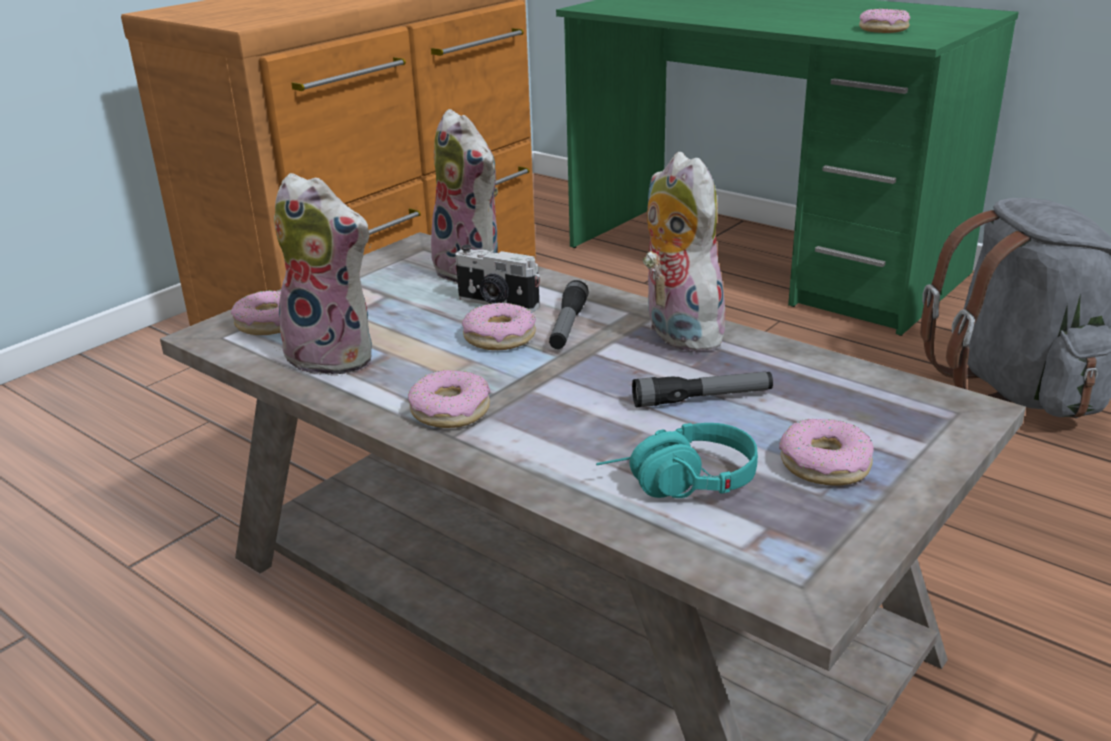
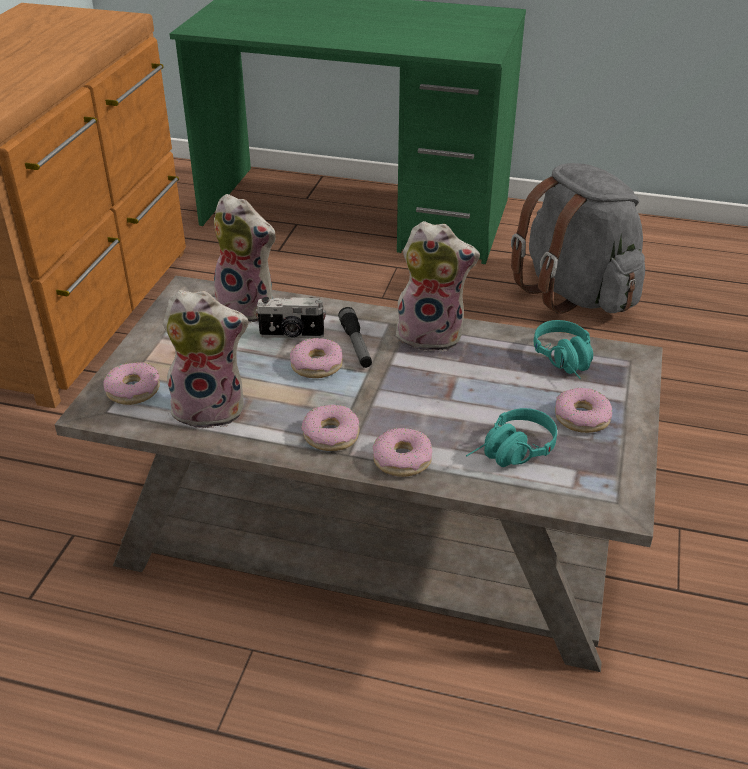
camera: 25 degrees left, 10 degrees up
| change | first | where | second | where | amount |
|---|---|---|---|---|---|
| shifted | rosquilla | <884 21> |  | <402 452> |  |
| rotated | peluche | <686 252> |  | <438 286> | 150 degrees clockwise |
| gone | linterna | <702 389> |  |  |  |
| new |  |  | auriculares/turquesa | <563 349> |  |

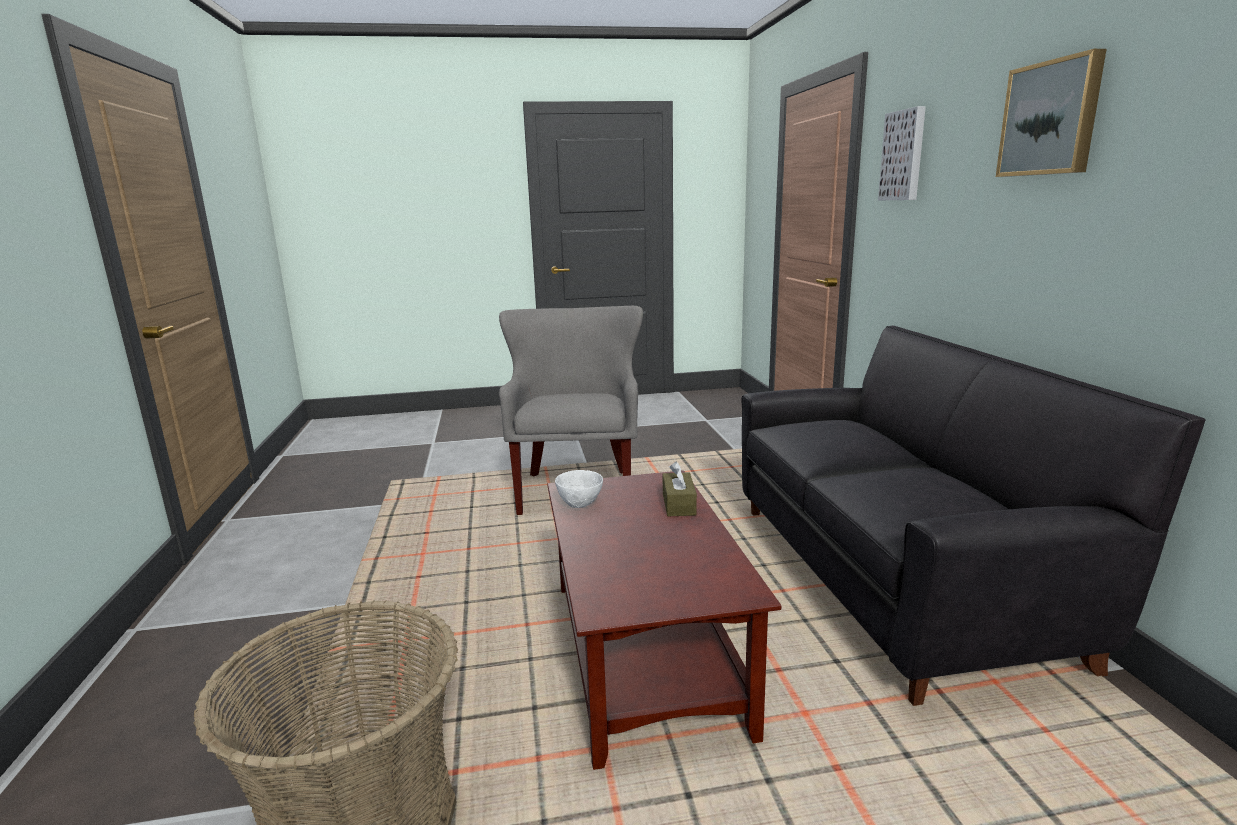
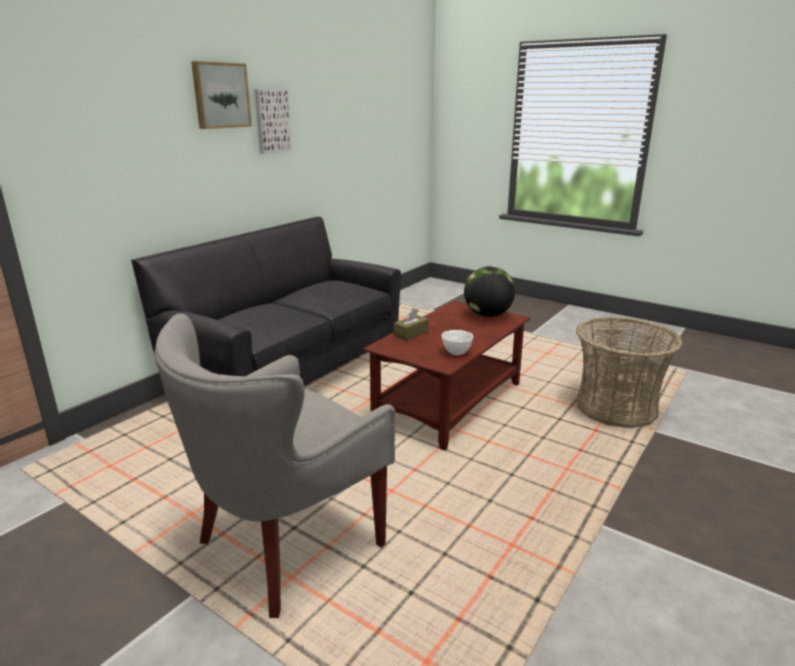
camera: 135 degrees left, 5 degrees up
| change | first | where | second | where | amount |
|---|---|---|---|---|---|
| shifted | cuadro | <902 153> |  | <273 121> |  |
| new |  |  | globo terráqueo | <489 291> |  |

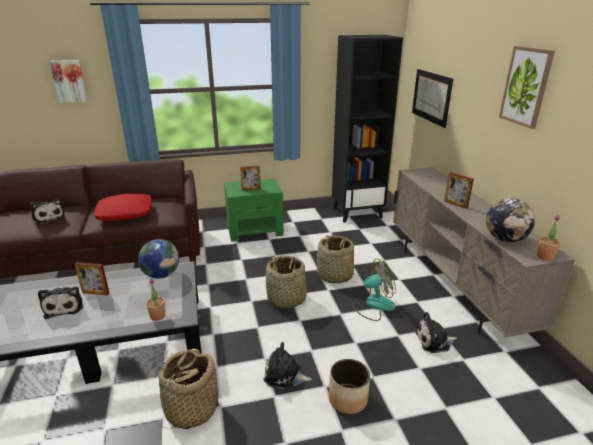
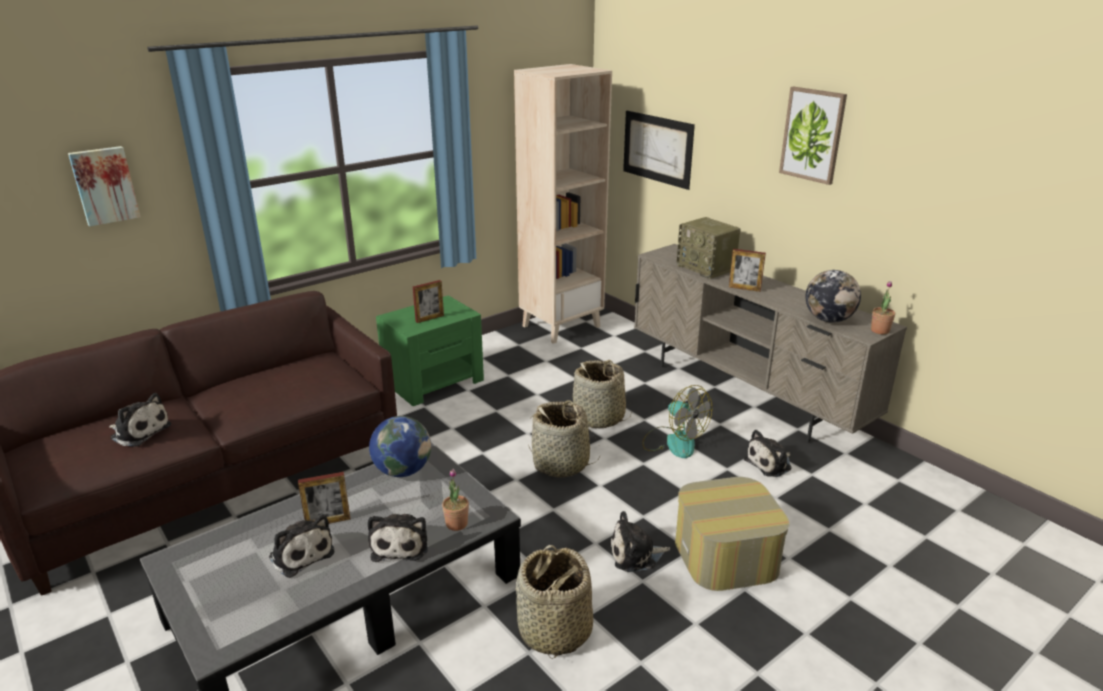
camera: 25 degrees left, 0 degrees up
| change | first | where | second | where | amount |
|---|---|---|---|---|---|
| repainted | estantería/negro | <367 129> | estantería/beis | <563 204> |  |
| gone | cojín/rojo | <123 207> |  |  |  |
| rotated | ventilador | <374 289> |  | <677 421> | 90 degrees clockwise |
| swapped | maceta | <349 386> | puf | <732 534> |  |
| new |  |  | radio | <709 248> |  |
| new |  |  | peluche | <397 538> |  |

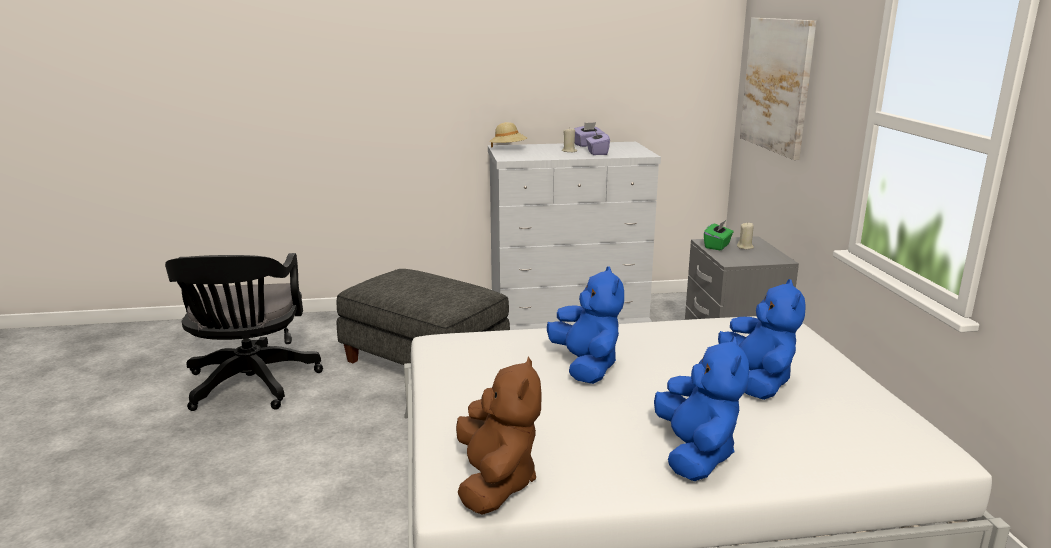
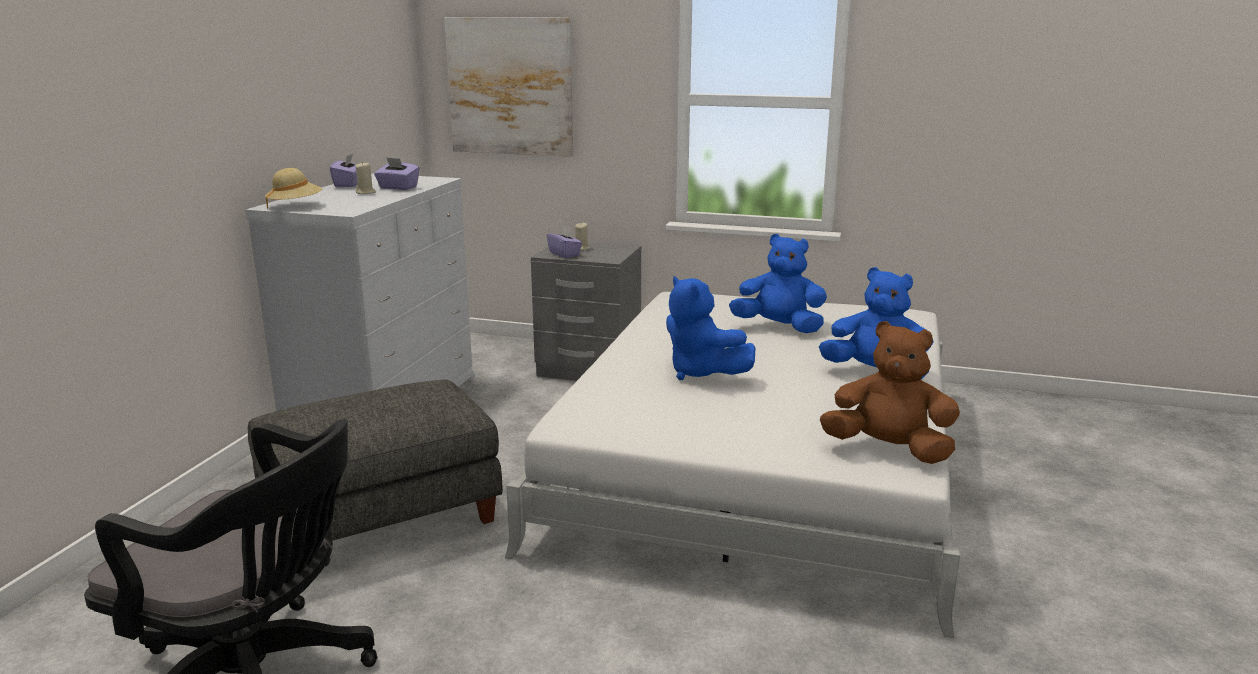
camera: 65 degrees left, 0 degrees up
| change | first | where | second | where | amount |
|---|---|---|---|---|---|
| repainted | caja de pañuelos/verde | <719 235> | caja de pañuelos/morado | <564 242> |  |
| rotated | peluche/azul | <585 325> |  | <710 328> | 135 degrees counterclockwise |

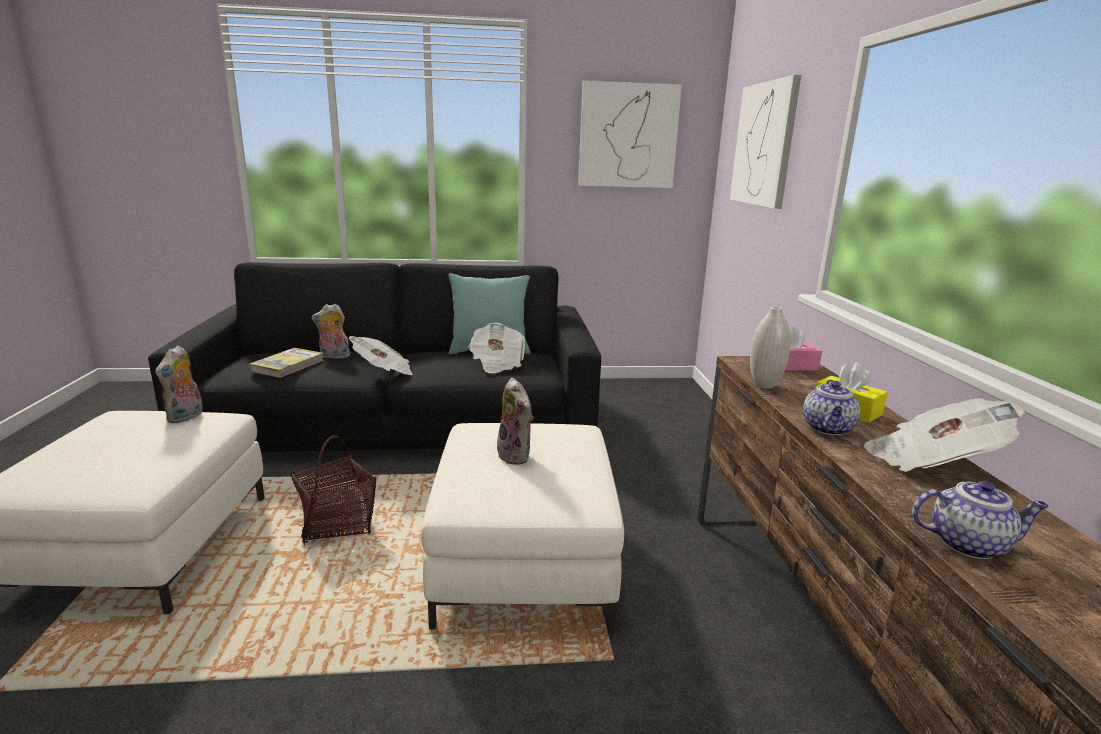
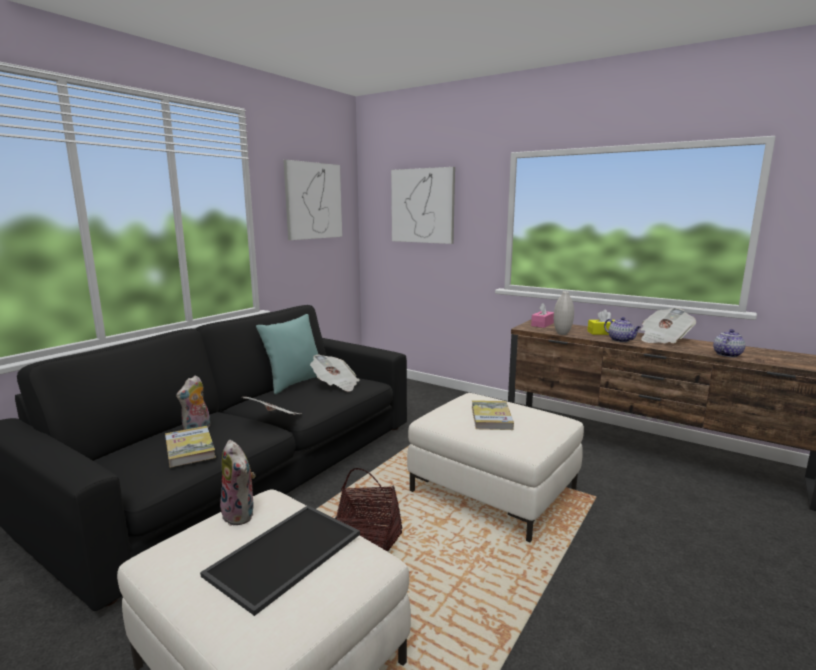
camera: 50 degrees left, 5 degrees down
| change | first | where | second | where | amount |
|---|---|---|---|---|---|
| swapped | peluche | <515 421> | libro | <493 415> |  |
| new |  |  | bandeja | <280 560> |  |

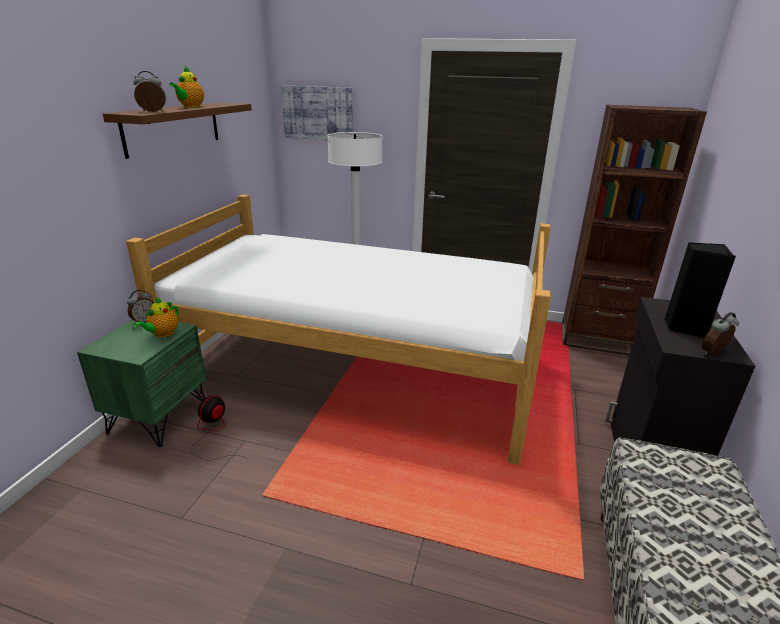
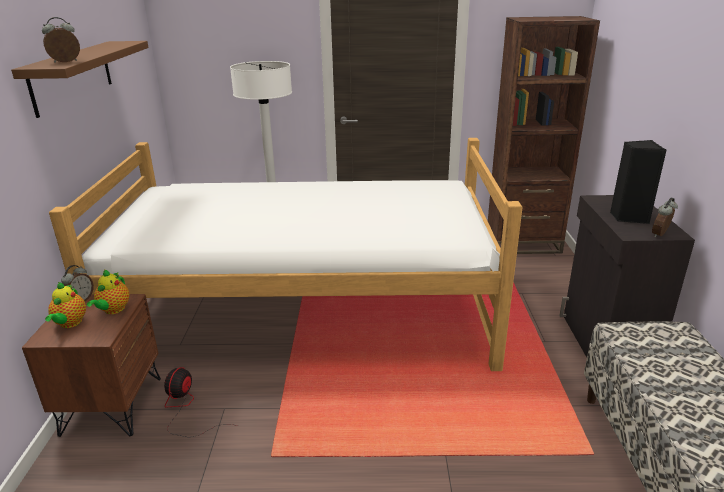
camera: 15 degrees left, 0 degrees up
| change | first | where | second | where | amount |
|---|---|---|---|---|---|
| shifted | tetera | <186 87> |  | <65 305> |  |
| gone | cuadro | <317 112> |  |  |  |
| repainted | mesita de noche/verde | <141 383> | mesita de noche/marrón | <91 365> |  |

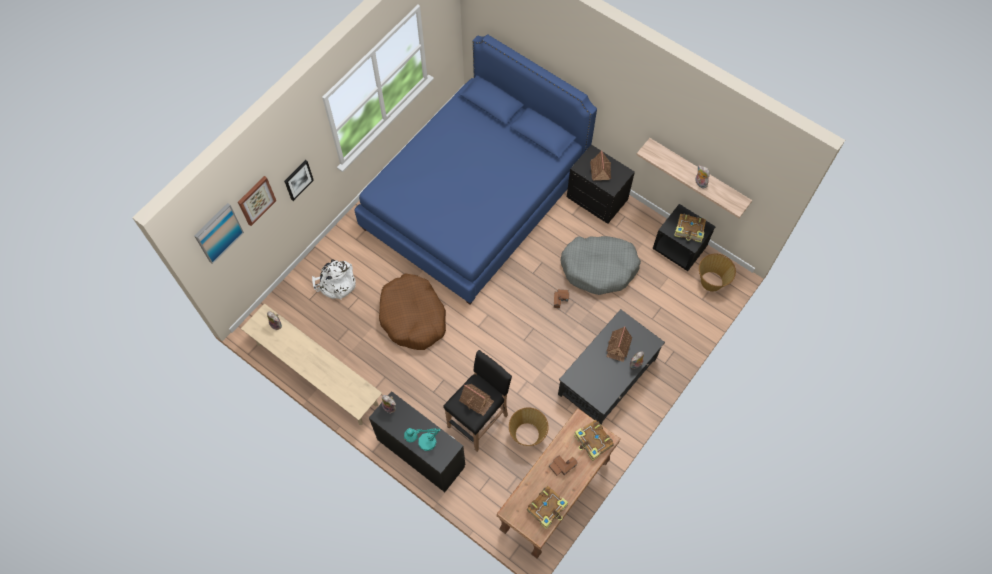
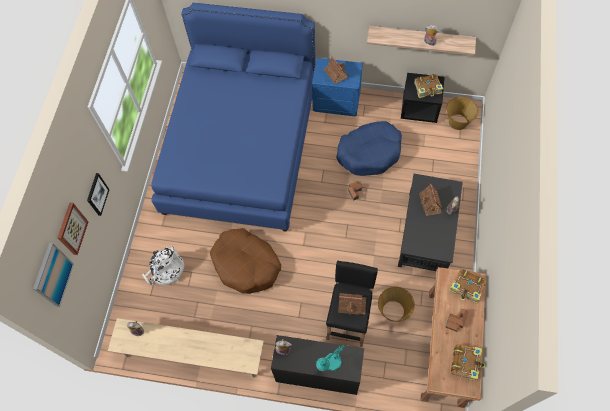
camera: 25 degrees left, 0 degrees up
| change | first | where | second | where | amount |
|---|---|---|---|---|---|
| repainted | mesita de noche/negro | <601 184> | mesita de noche/azul | <337 87> |  |
| repainted | cama para perro/gris | <600 265> | cama para perro/azul | <369 148> |  |

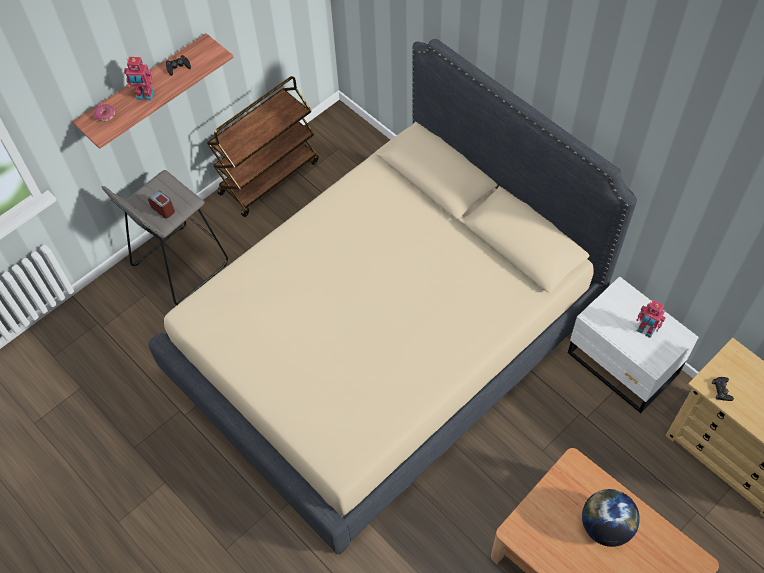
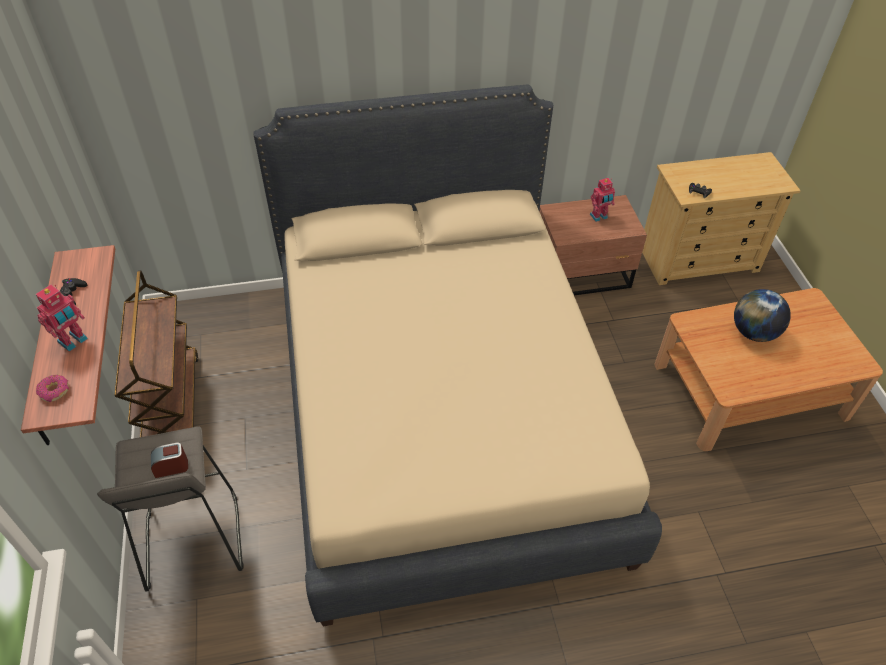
camera: 60 degrees left, 10 degrees down
| change | first | where | second | where | amount |
|---|---|---|---|---|---|
| repainted | mesita de noche/blanco | <633 344> | mesita de noche/marrón | <593 245> |  |

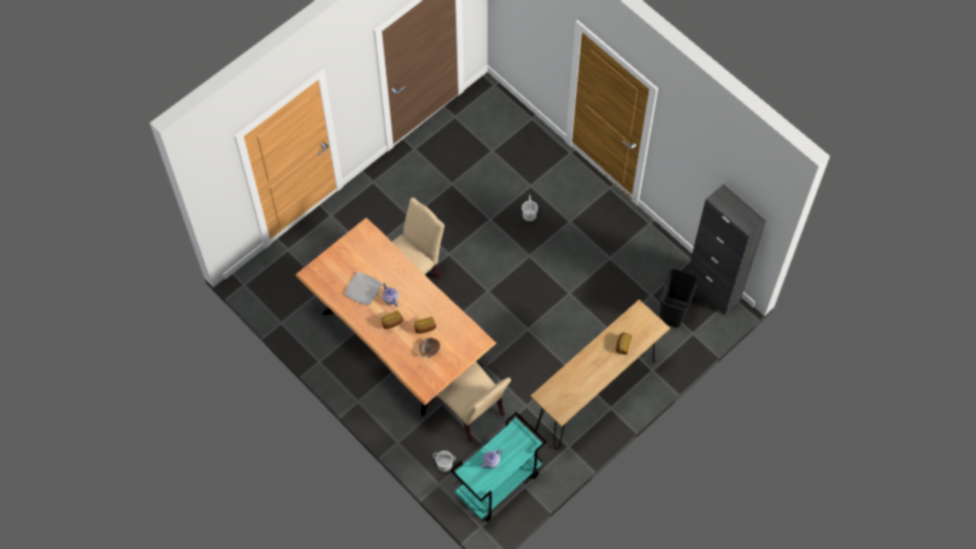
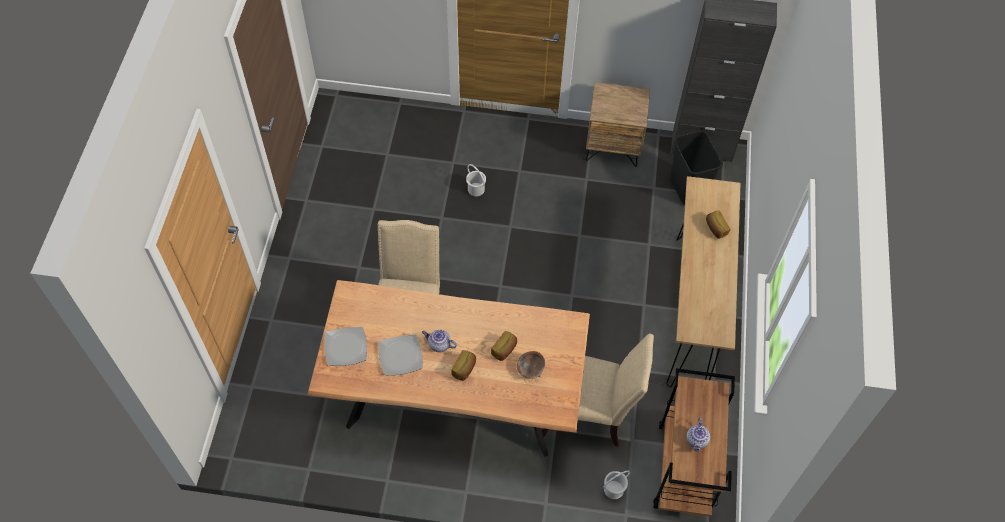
camera: 40 degrees left, 5 degrees down
| change | first | where | second | where | amount |
|---|---|---|---|---|---|
| repainted | carrito/turquesa | <498 467> | carrito/marrón | <694 442> |  |
| new |  |  | mesita de noche/marrón | <618 124> |  |
| new |  |  | plato | <345 346> |  |

